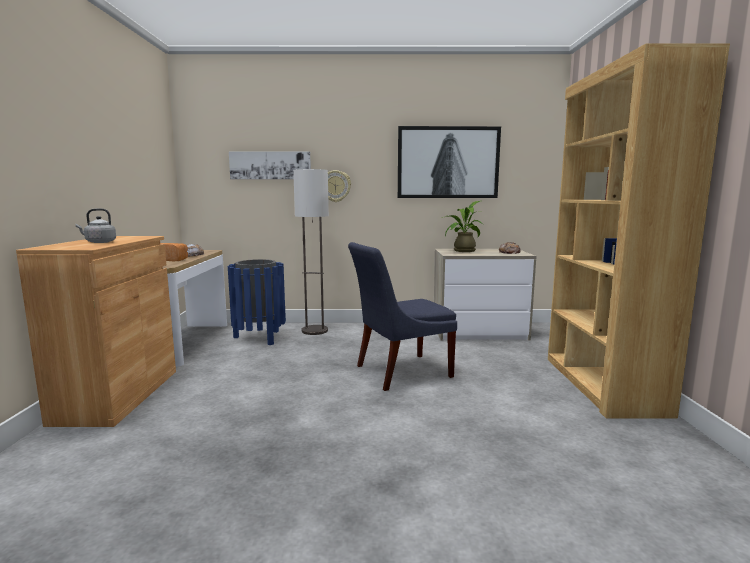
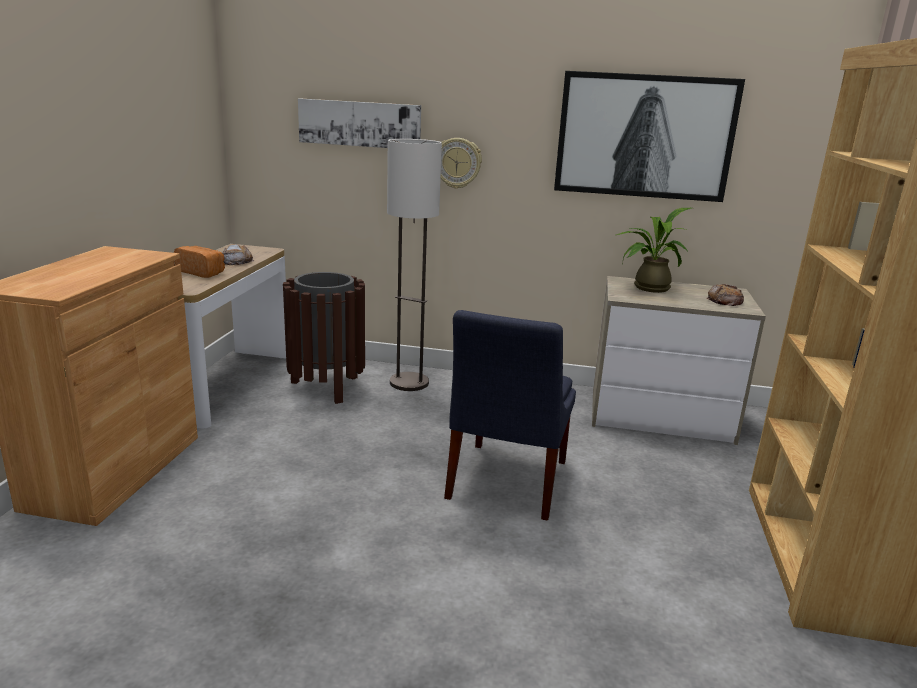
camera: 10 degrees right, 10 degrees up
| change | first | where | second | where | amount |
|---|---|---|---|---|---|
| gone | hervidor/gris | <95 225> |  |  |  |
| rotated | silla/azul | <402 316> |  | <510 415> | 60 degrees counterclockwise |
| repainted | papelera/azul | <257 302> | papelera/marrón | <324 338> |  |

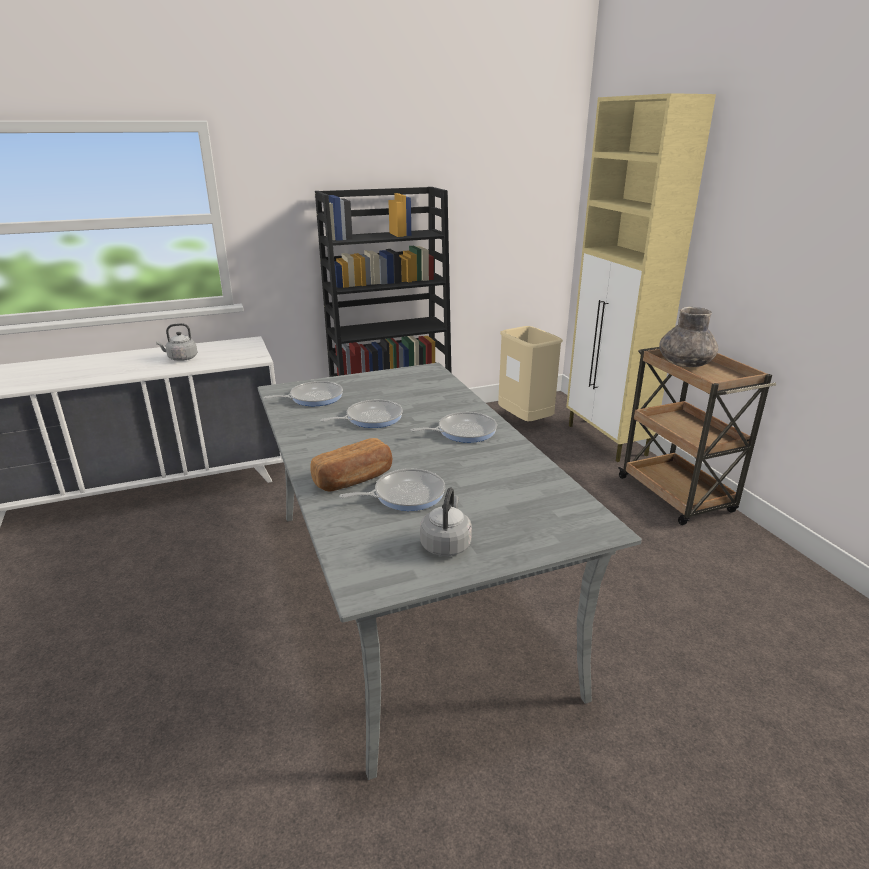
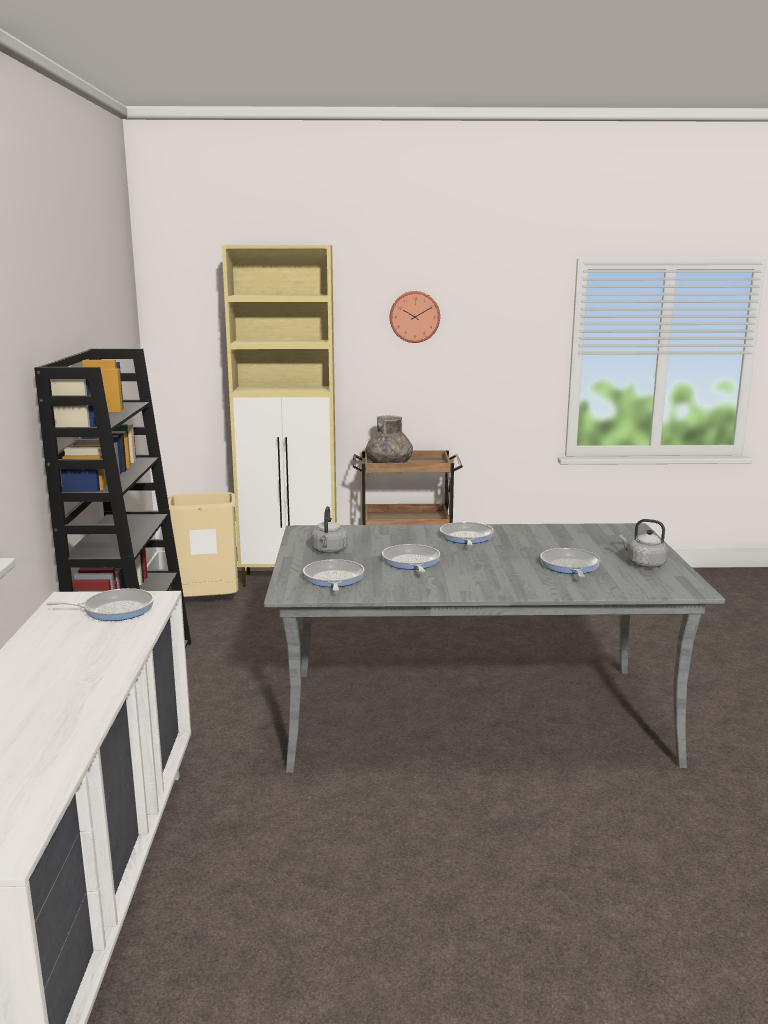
camera: 70 degrees left, 10 degrees down
| change | first | where | second | where | amount |
|---|---|---|---|---|---|
| shifted | hervidor/gris | <176 342> |  | <329 529> |  |
| gone | pan | <351 465> |  |  |  |
| new |  |  | reloj de pared | <415 317> |  |
| new |  |  | sartén | <100 604> |  |

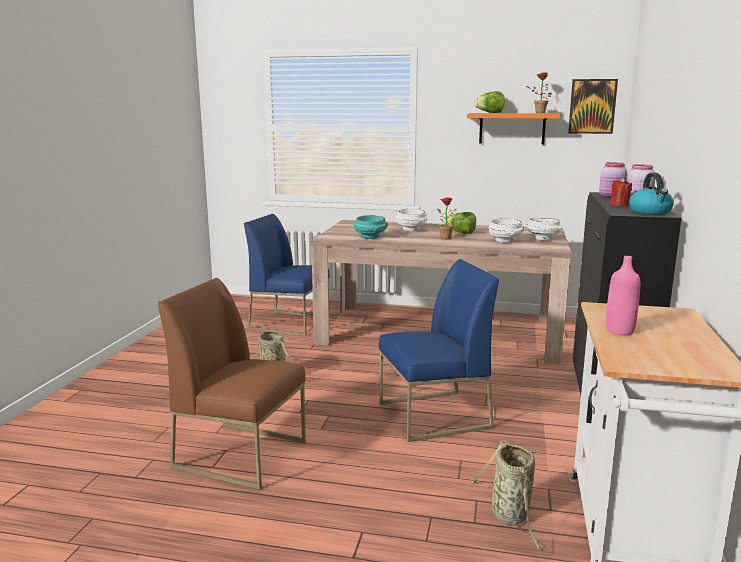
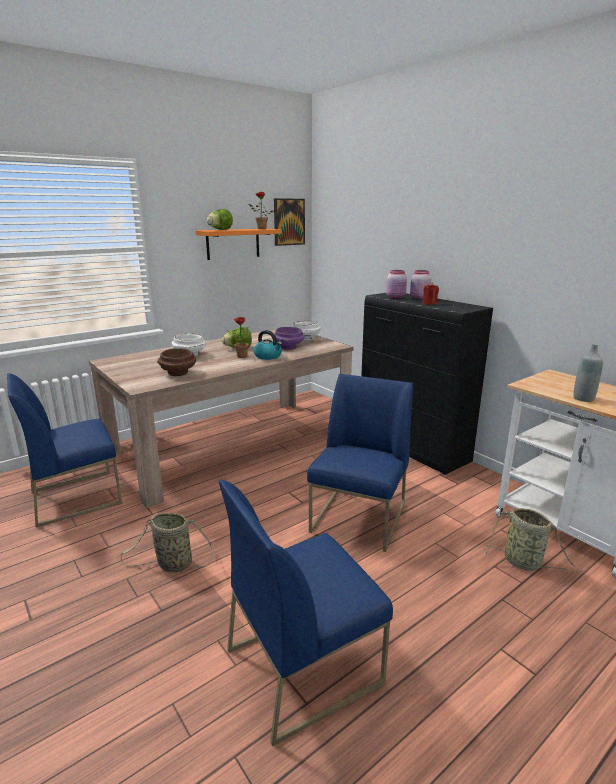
camera: 50 degrees left, 5 degrees up
| change | first | where | second | where | amount |
|---|---|---|---|---|---|
| shifted | hervidor | <651 194> |  | <268 345> |  |
| repainted | cuenco/turquesa | <371 227> | cuenco/marrón | <176 362> |  |
| repainted | cuenco/blanco | <506 230> | cuenco/morado | <289 338> |  |
| repainted | botella/rosa | <623 295> | botella/gris | <588 373> |  |
| repainted | silla/marrón | <232 384> | silla/azul | <306 613> |  |

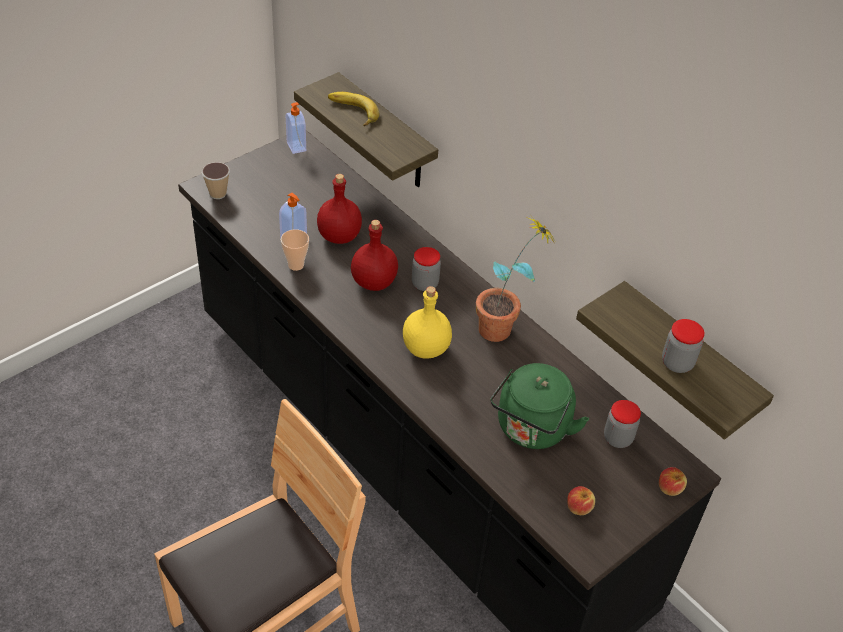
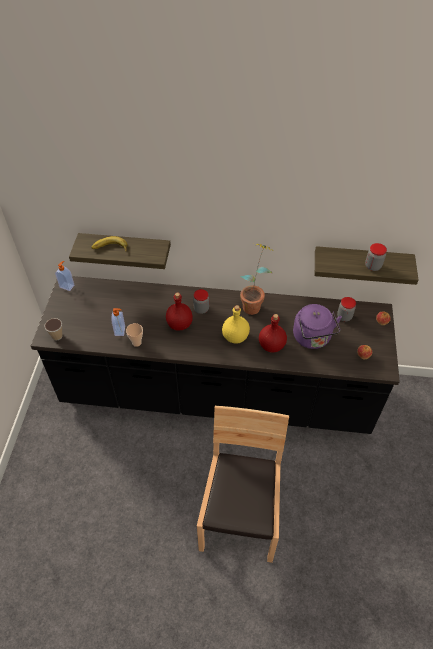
camera: 40 degrees left, 5 degrees up
| change | first | where | second | where | amount |
|---|---|---|---|---|---|
| shifted | botella/rojo | <339 209> |  | <273 333> |  |
| repainted | hervidor/verde | <540 406> | hervidor/morado | <317 326> |  |

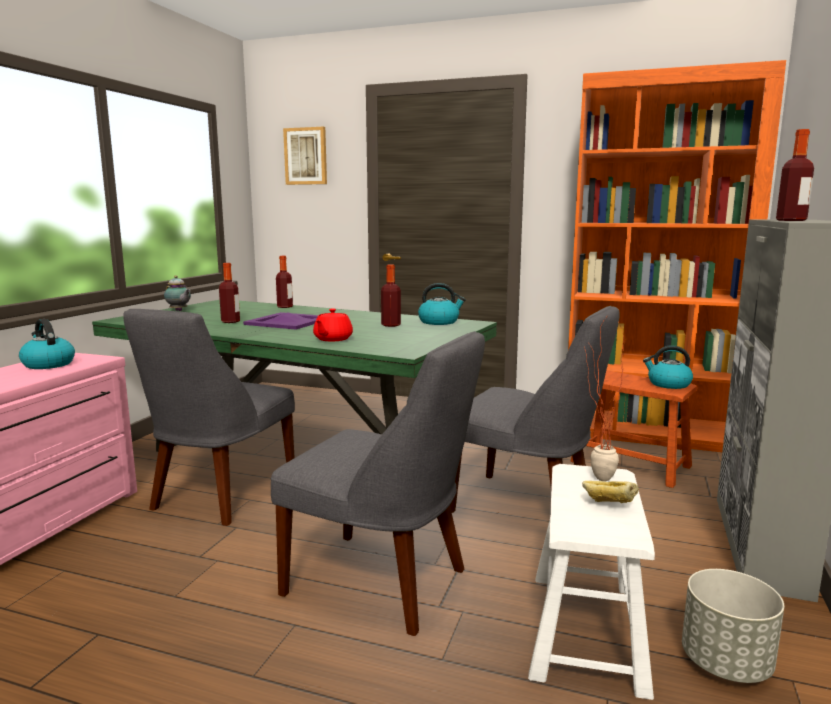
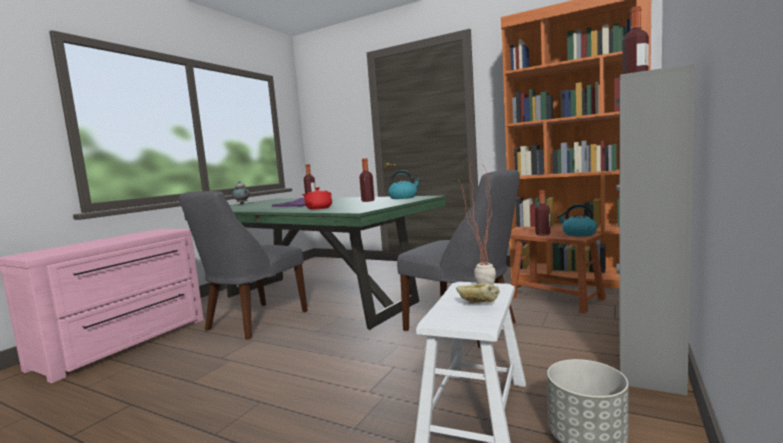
camera: 10 degrees right, 5 degrees down
| change | first | where | second | where | amount |
|---|---|---|---|---|---|
| gone | cuadro | <305 156> |  |  |  |
| shifted | botella | <229 293> |  | <542 213> |  |
| gone | hervidor | <47 344> |  |  |  |
| gone | silla/gris | <378 483> |  |  |  |

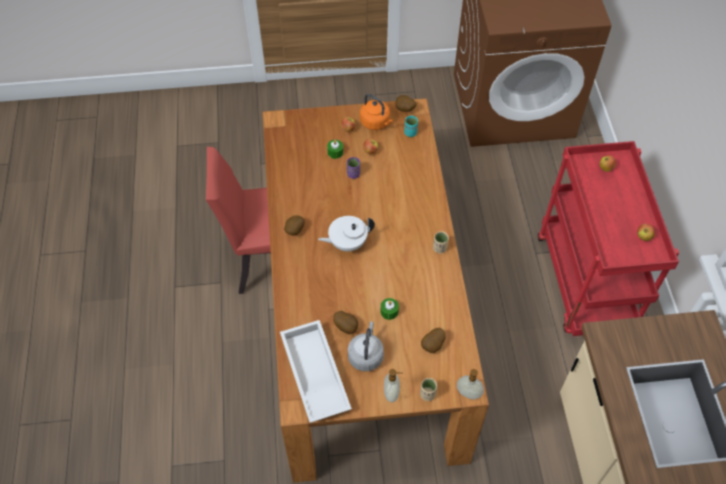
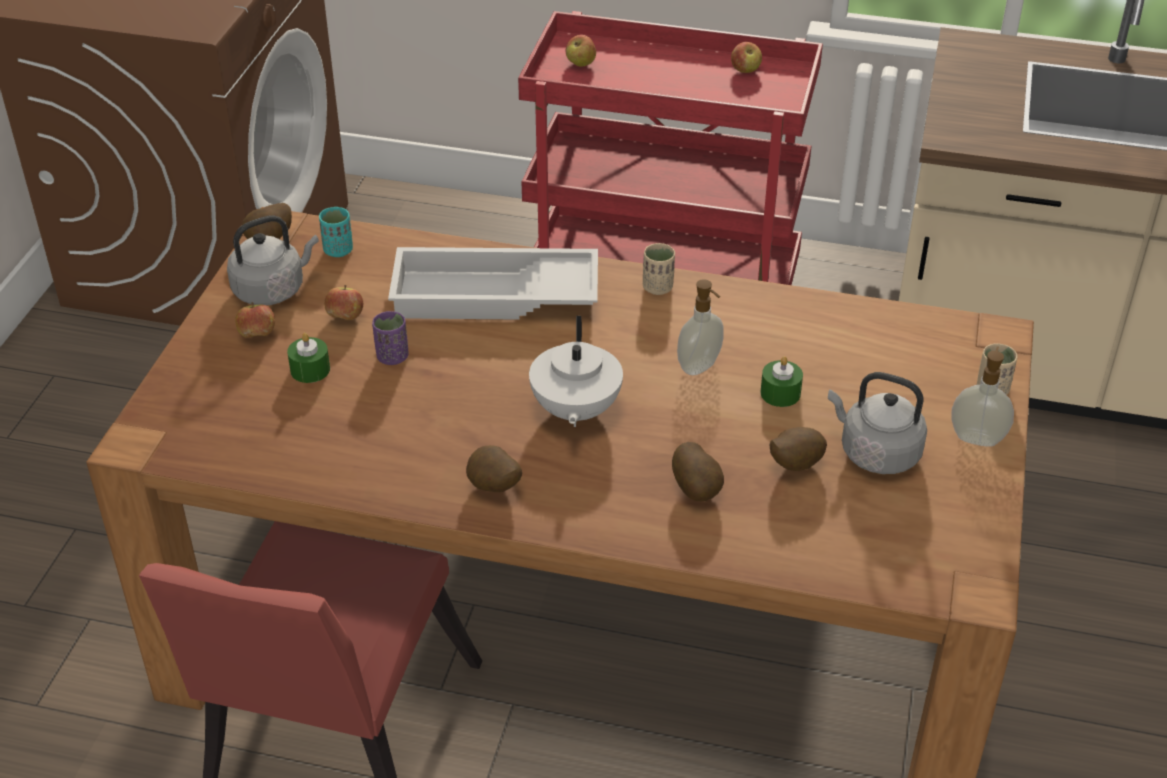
camera: 70 degrees left, 15 degrees down
| change | first | where | second | where | amount |
|---|---|---|---|---|---|
| repainted | hervidor/naranja | <377 112> | hervidor/gris | <273 260> |  |
| shifted | bandeja/blanco | <316 371> |  | <493 283> |  |
| shifted | patata | <433 340> |  | <698 471> |  |
| shifted | dispensador de jabón | <470 384> |  | <700 327> |  |

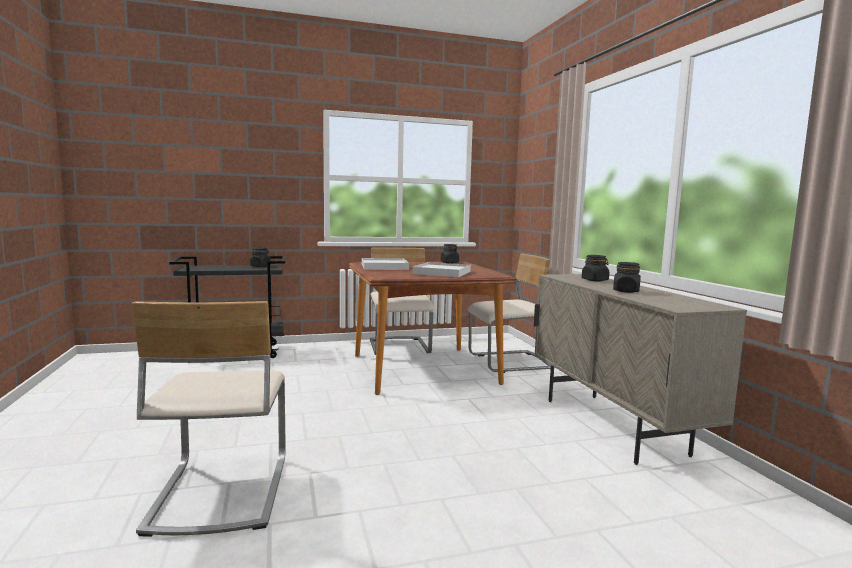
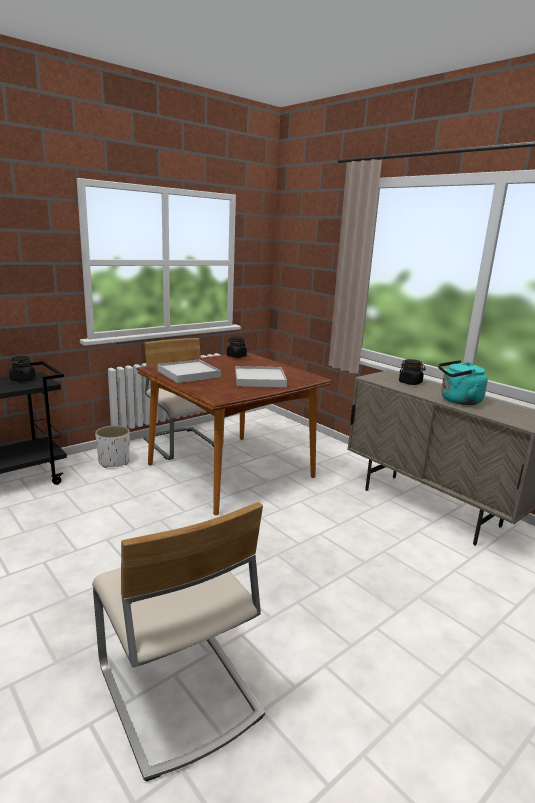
camera: 25 degrees left, 10 degrees up
| change | first | where | second | where | amount |
|---|---|---|---|---|---|
| gone | silla/beis | <509 313> |  |  |  |
| swapped | tarro/negro | <627 277> | hervidor/turquesa | <463 382> |  |
| new |  |  | maceta/blanco | <112 446> |  |

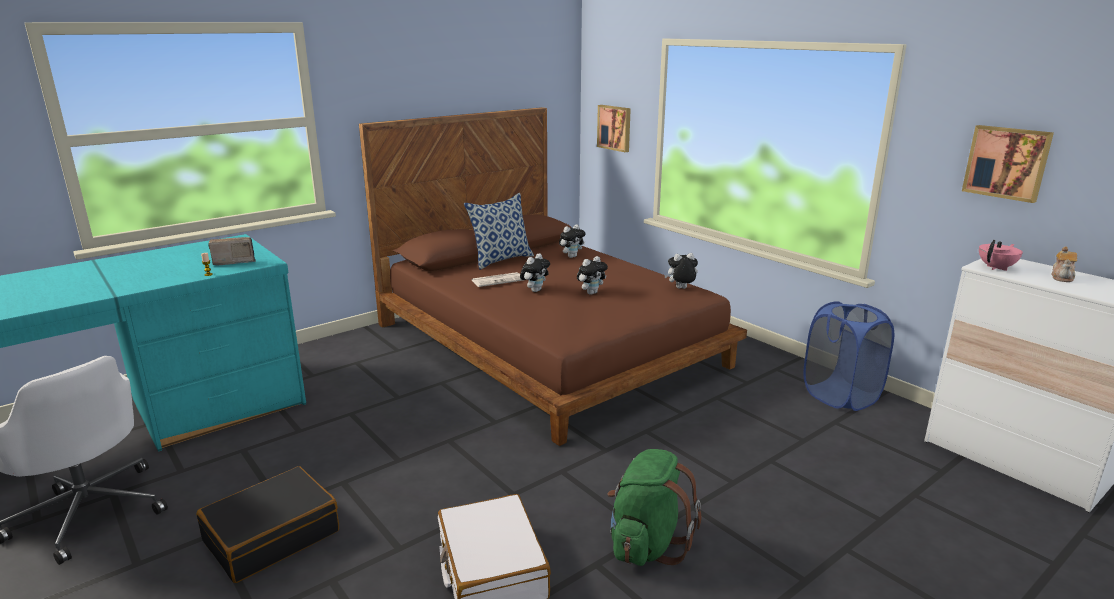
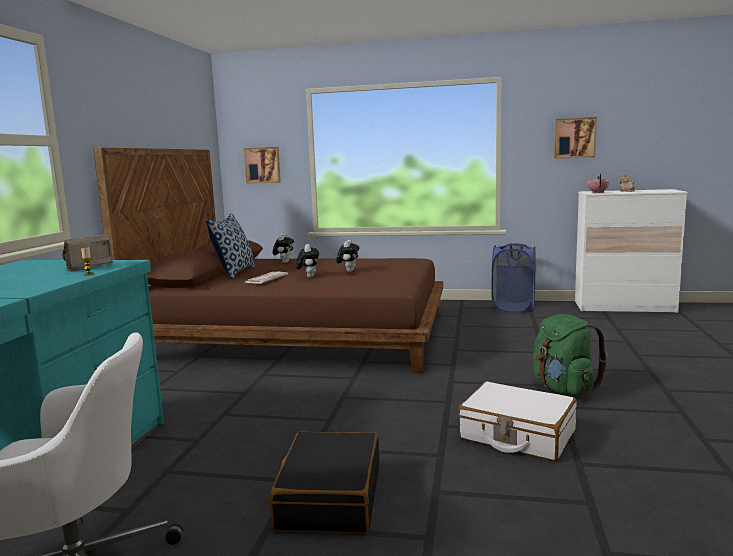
camera: 40 degrees left, 10 degrees down
| change | first | where | second | where | amount |
|---|---|---|---|---|---|
| gone | peluche | <681 271> |  |  |  |

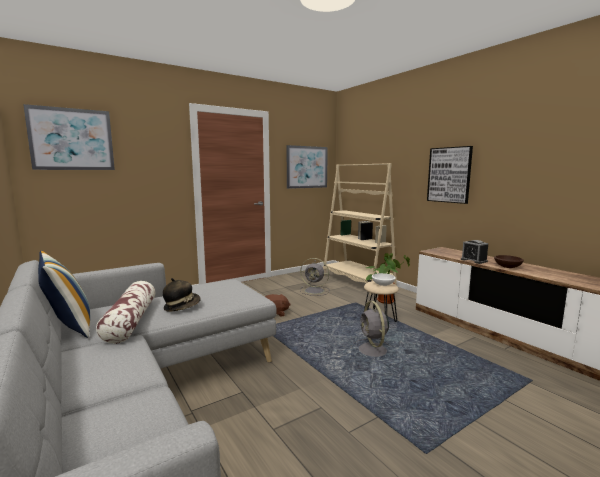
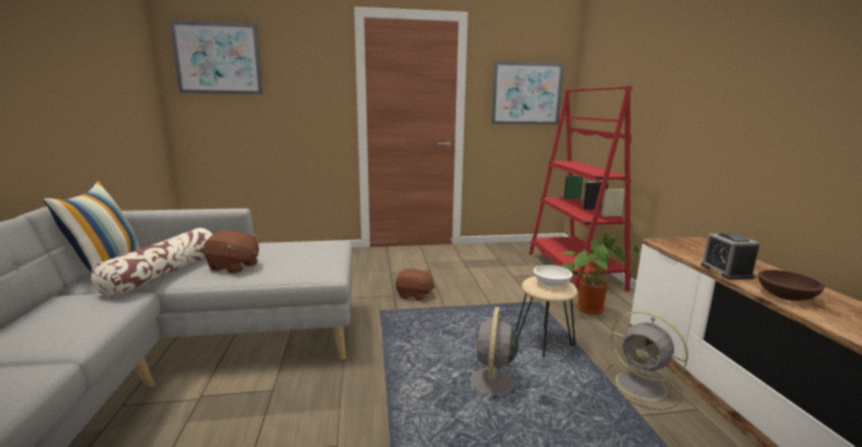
camera: 25 degrees right, 5 degrees up
| change | first | where | second | where | amount |
|---|---|---|---|---|---|
| gone | cuadro | <450 175> |  |  |  |
| repainted | estantería/beis | <360 229> | estantería/rojo | <580 190> |  |
| shifted | ventilador/gris | <315 277> |  | <646 360> |  |
| swapped | sombrero | <182 295> | peluche/marrón | <231 252> |  |

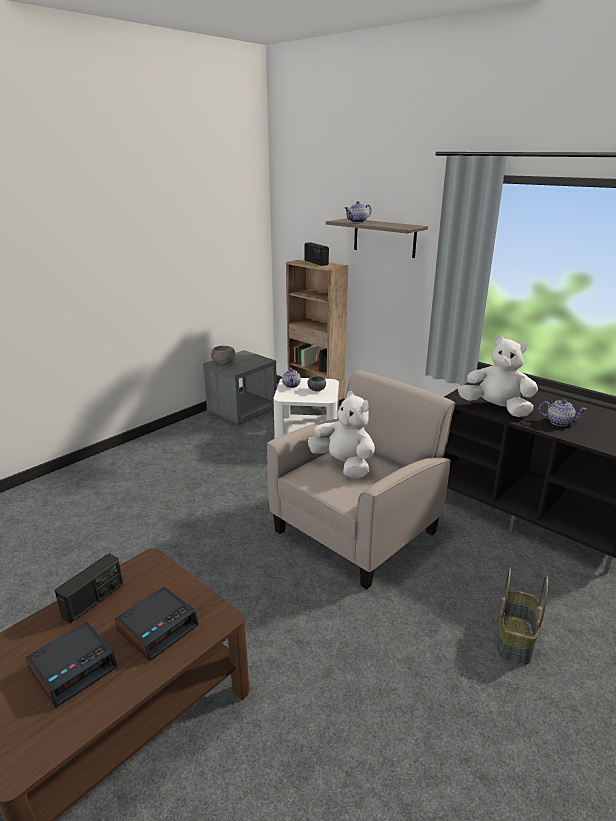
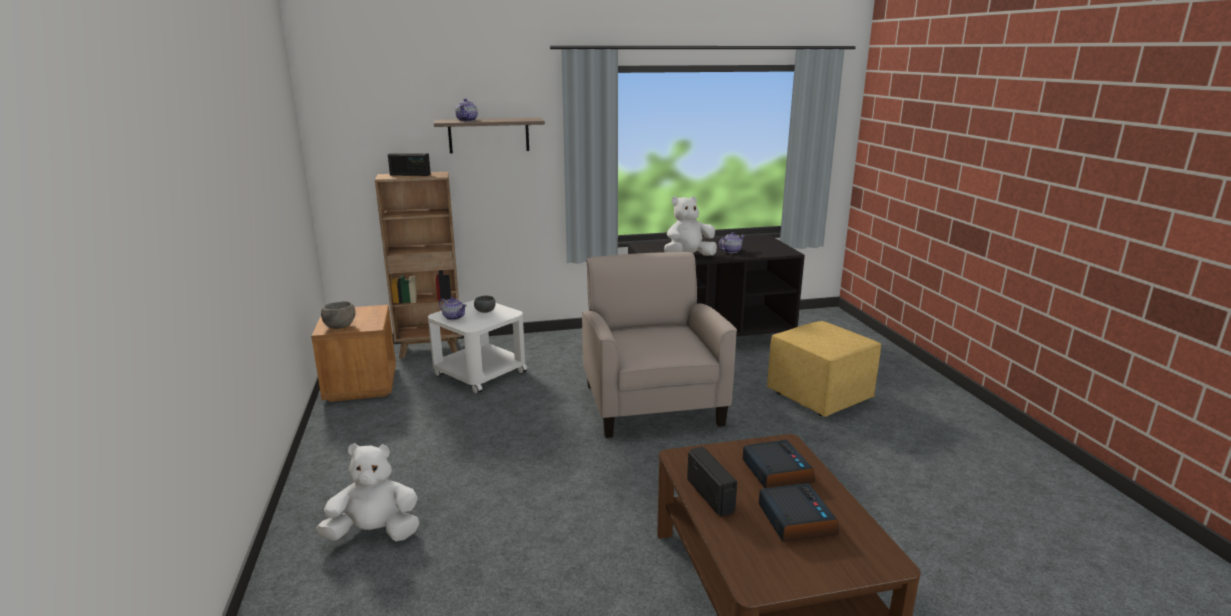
camera: 55 degrees left, 5 degrees down
| change | first | where | second | where | amount |
|---|---|---|---|---|---|
| repainted | mesita de noche/gris | <240 387> | mesita de noche/marrón | <353 353> |  |
| shifted | peluche/blanco | <341 434> |  | <367 492> |  |
| swapped | cesta | <522 616> | puf/amarillo | <824 369> |  |

